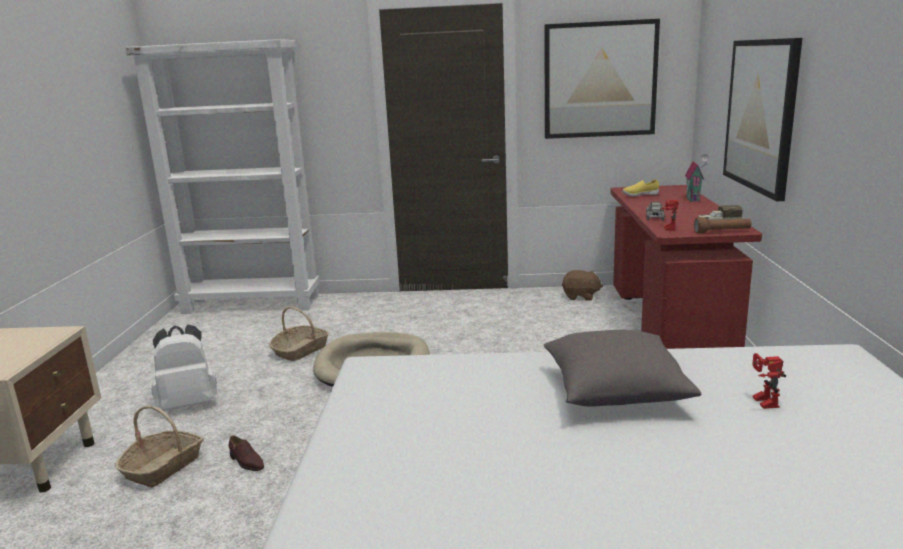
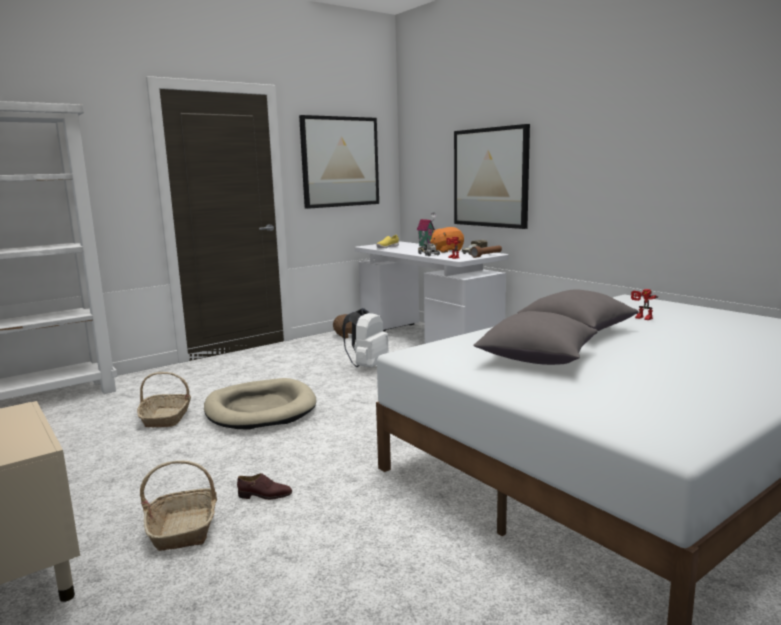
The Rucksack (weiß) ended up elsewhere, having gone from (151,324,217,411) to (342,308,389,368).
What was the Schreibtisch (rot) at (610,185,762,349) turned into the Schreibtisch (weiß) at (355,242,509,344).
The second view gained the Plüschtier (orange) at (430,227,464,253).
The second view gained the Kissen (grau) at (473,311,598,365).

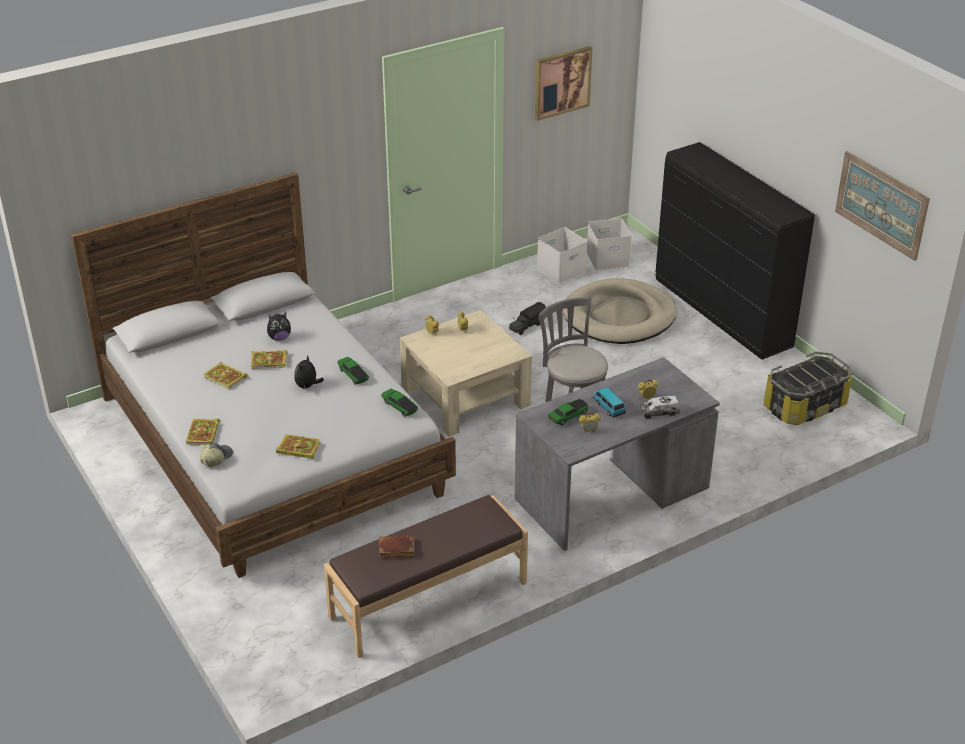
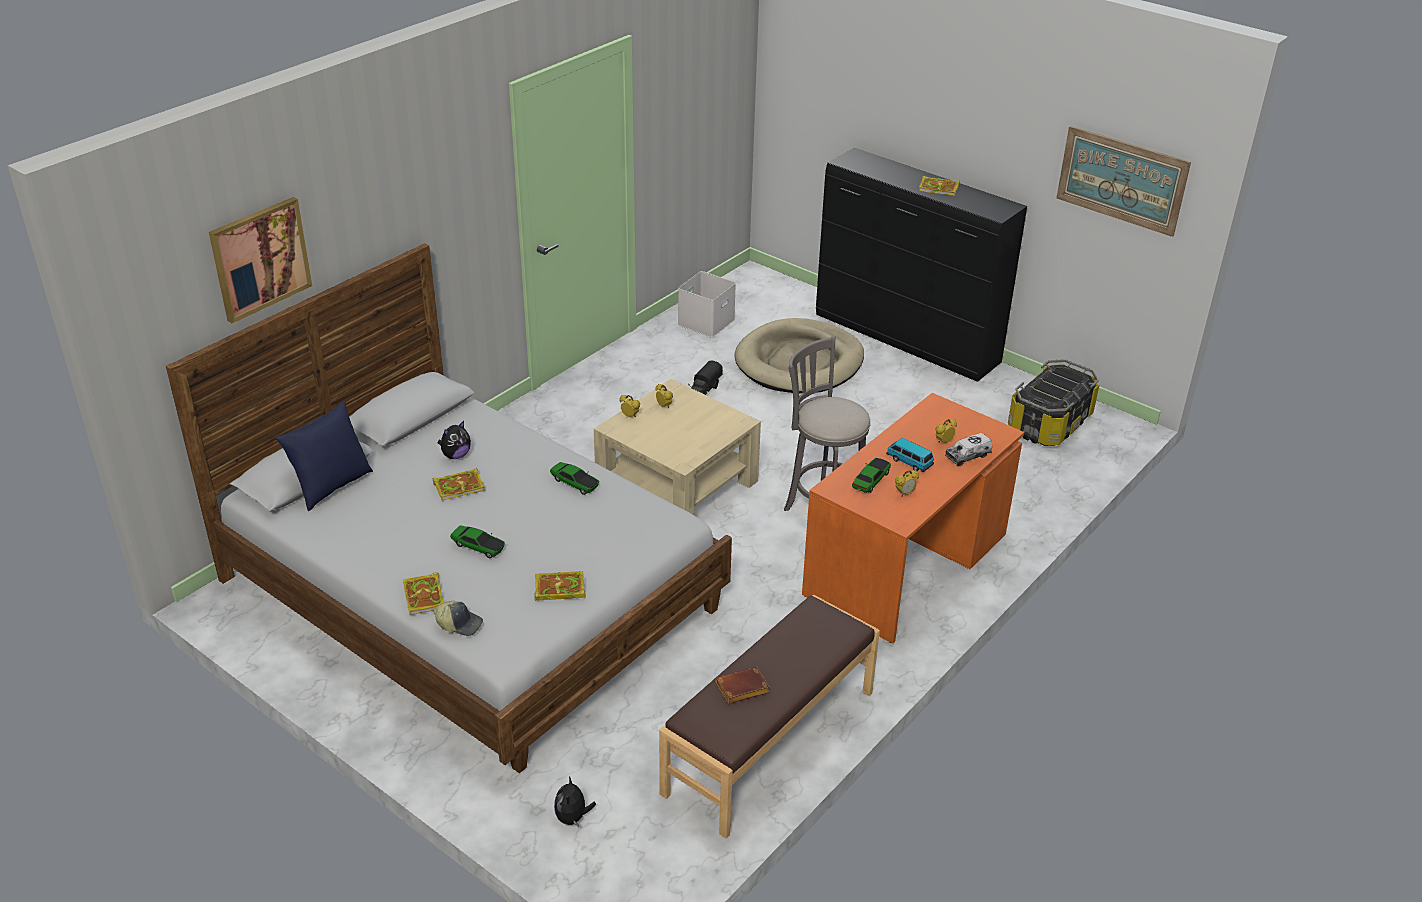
The Kappe at (200,443,233,467) ended up facing another way, 90 degrees clockwise from before.
The Buch ended up elsewhere, having gone from (204,362,247,389) to (919,176,960,196).
The Plüschtier ended up elsewhere, having gone from (294,355,324,389) to (554,776,596,827).
The Spielzeugauto ended up elsewhere, having gone from (381,389,418,417) to (450,525,505,558).
What was the Schreibtisch (grau) at (515,357,720,551) turned into the Schreibtisch (orange) at (802,393,1024,644).
The Bild ended up elsewhere, having gone from (535,46,592,121) to (209,197,312,323).
The second view lost the Aufbewahrungsbox (weiß) at (587,218,632,271).
The second view gained the Kissen (blau) at (276,401,373,511).

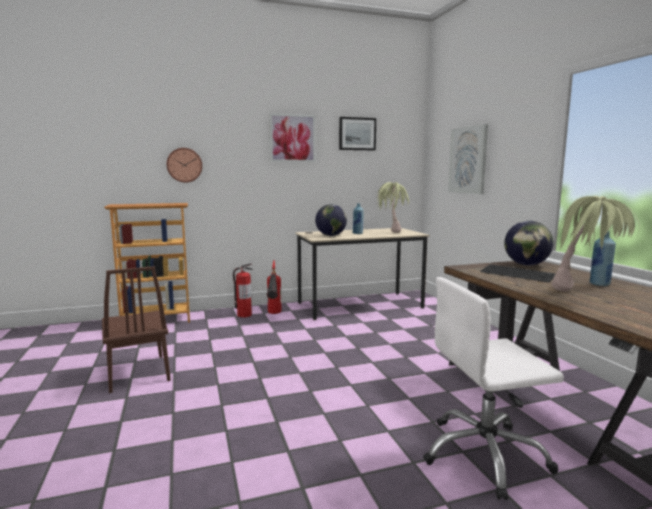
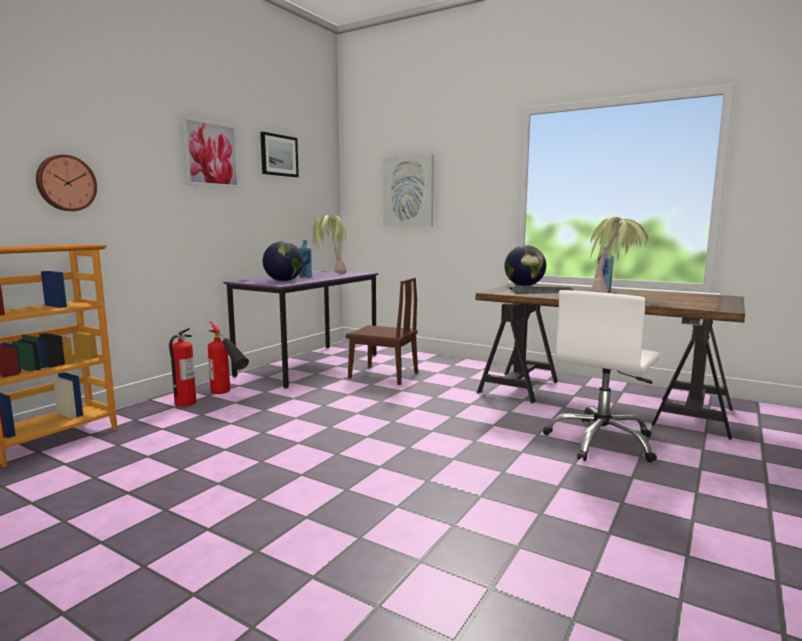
The Stuhl (braun) ended up elsewhere, having gone from (102,266,171,393) to (346,278,418,385).
What was the Schreibtisch (beige) at (295,228,430,320) turned into the Schreibtisch (lila) at (224,270,378,389).

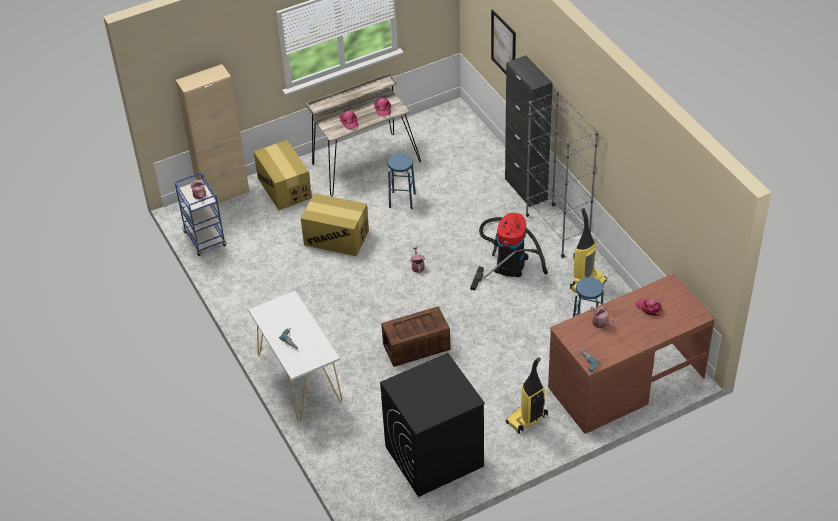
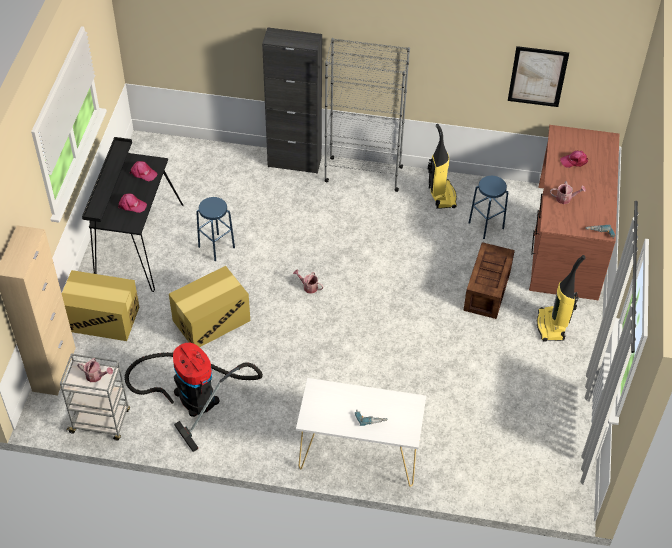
What was the Rollwagen (blau) at (174,172,226,256) turned into the Rollwagen (grau) at (60,354,130,441).
What was the Schreibtisch (beige) at (306,73,421,196) turned into the Schreibtisch (schwarz) at (82,137,184,292).
The second view lost the Waschmaschine (schwarz) at (380,353,485,497).
The Kiste ended up elsewhere, having gone from (381,306,451,367) to (463,242,515,319).
The Staubsauger ended up elsewhere, having gone from (470,213,548,290) to (124,343,263,452).
The Bild ended up elsewhere, having gone from (491,9,516,74) to (508,46,569,107).

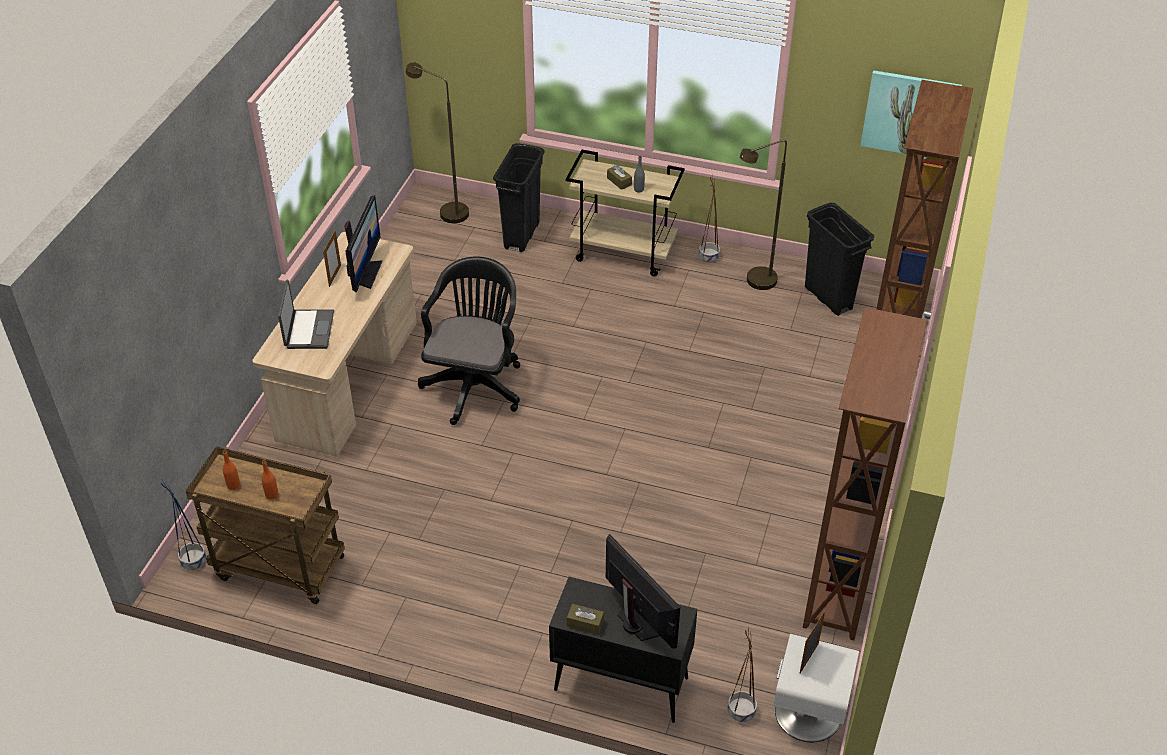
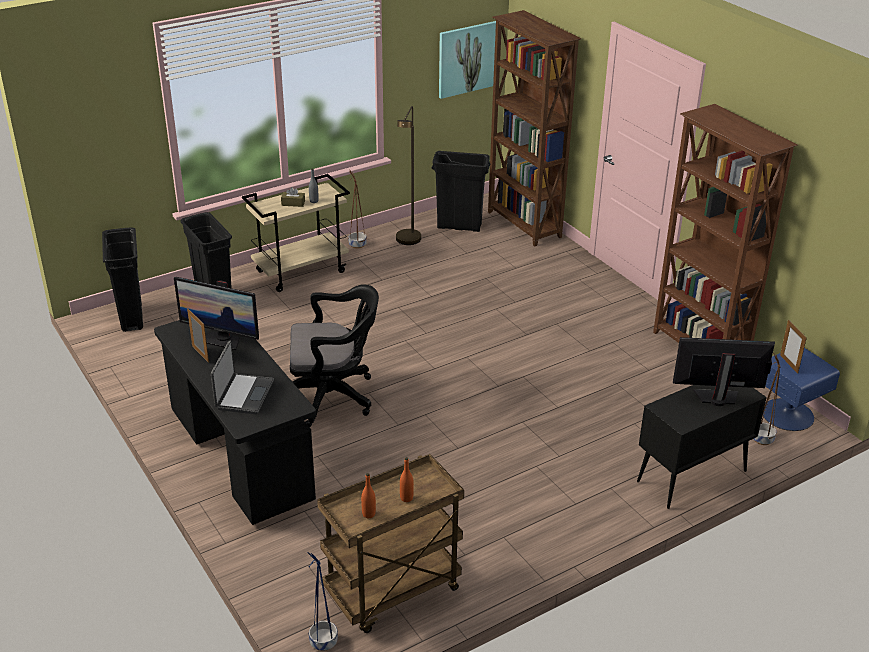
What was the Schreibtisch (beige) at (252,232,417,456) turned into the Schreibtisch (schwarz) at (154,320,316,525).
The Laptop at (278,280,334,349) ended up facing another way, 60 degrees clockwise from before.
The Monitor at (344,195,382,292) ended up facing another way, 150 degrees clockwise from before.
Where the Stehlampe (braun) stood at (406,62,469,223), the Mülleimer (schwarz) came to stand at (102,227,143,332).
The Bürostuhl (schwarz) at (418,257,520,425) ended up facing another way, 120 degrees clockwise from before.
The second view lost the Taschentuchbox (braun) at (567,604,604,634).
What was the Nachttisch (weiß) at (773,634,859,742) turned into the Nachttisch (blau) at (763,348,840,431).

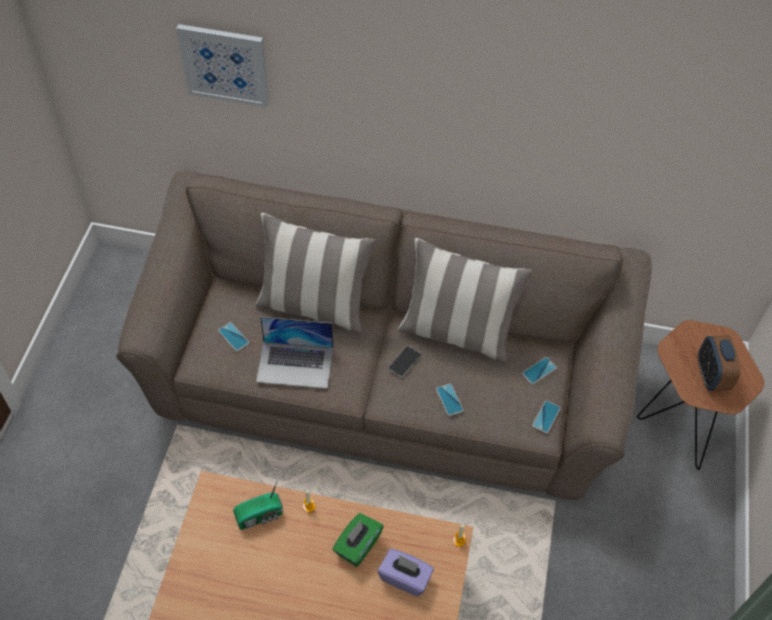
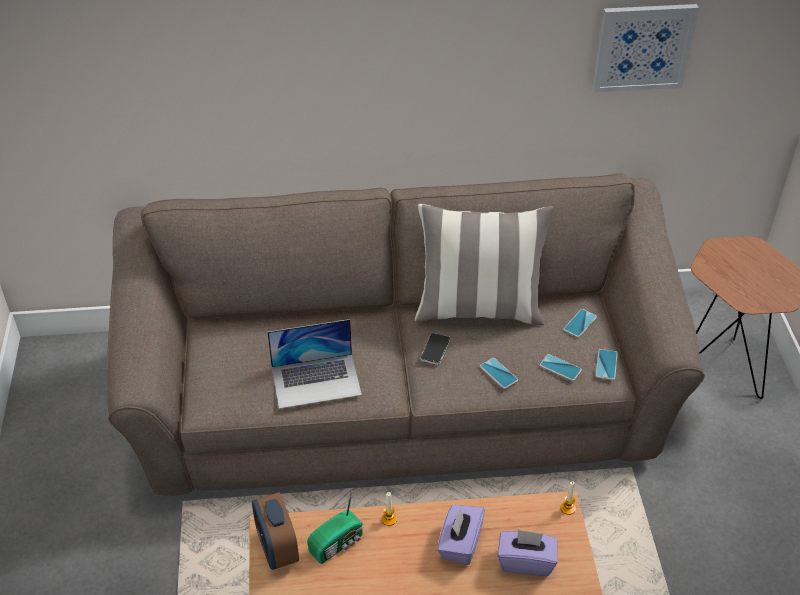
The Bild ended up elsewhere, having gone from (176,24,269,108) to (592,4,699,93).
The Handy ended up elsewhere, having gone from (218,322,249,351) to (540,354,582,381).
The second view lost the Kissen at (255,213,376,334).
What was the Taschentuchbox (grün) at (333,513,384,567) turned into the Taschentuchbox (lila) at (437,505,485,565).
The Wecker ended up elsewhere, having gone from (698,335,741,391) to (252,492,299,570).

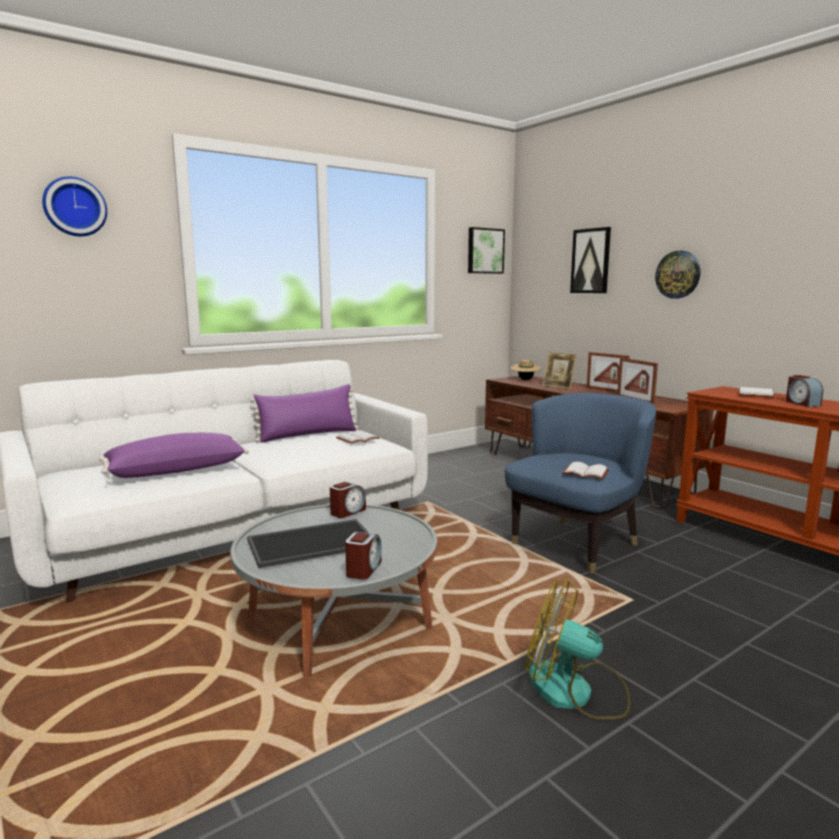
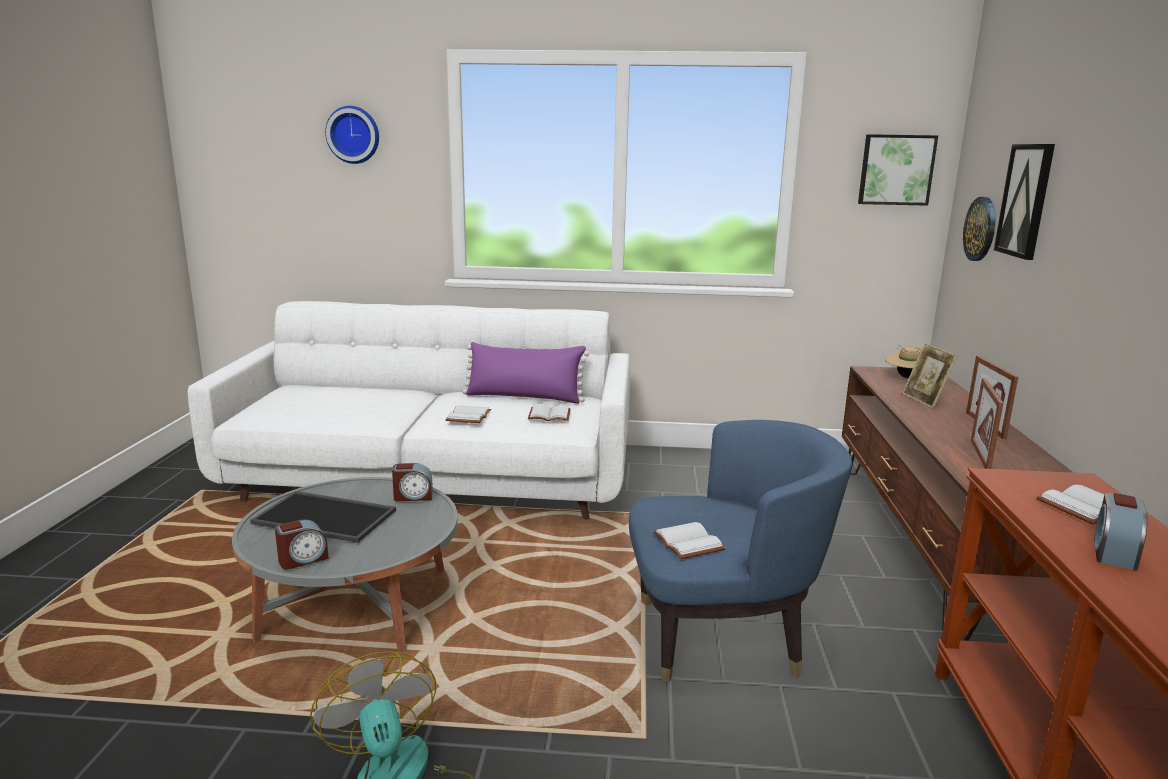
The second view lost the Kissen (lila) at (99,433,249,478).
The Wanduhr ended up elsewhere, having gone from (655,251,700,299) to (963,197,996,261).
The second view gained the Buch (weiß) at (446,405,491,423).

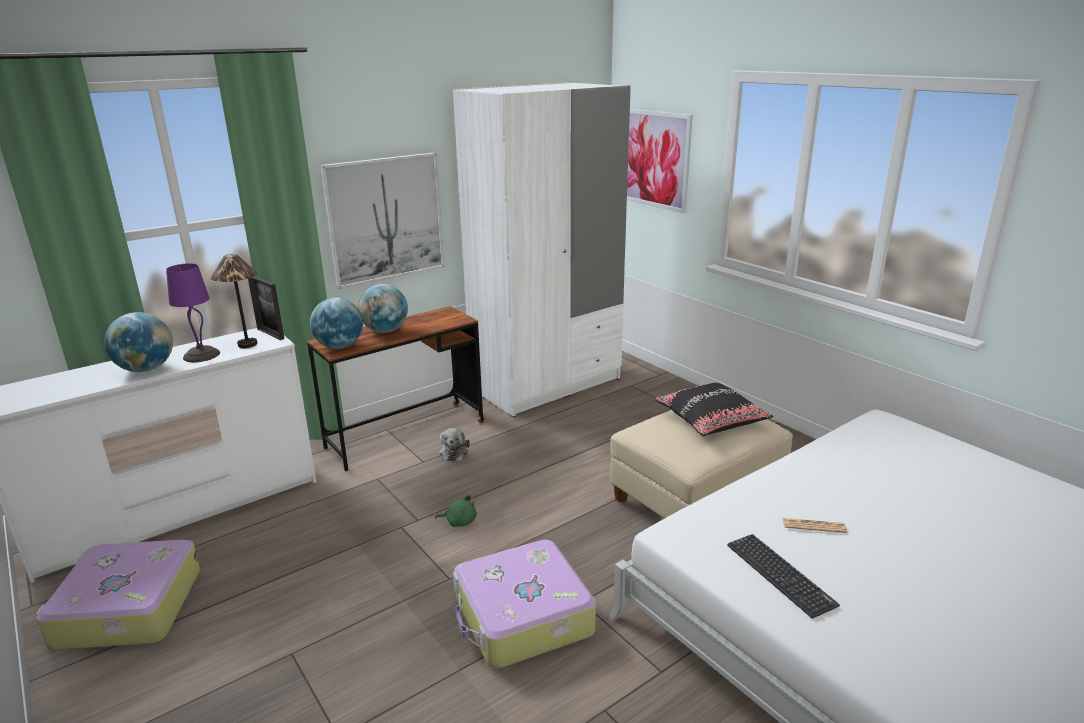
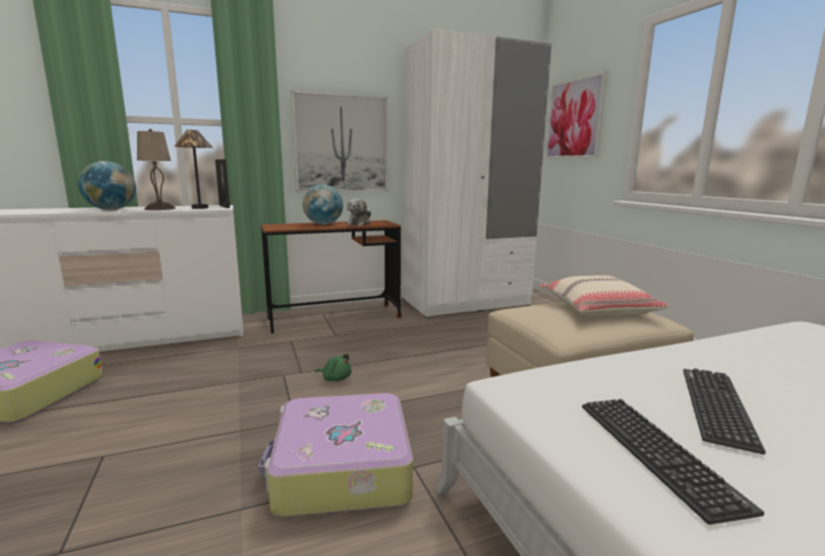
What was the Tischlampe (lila) at (166,263,220,362) turned into the Tischlampe (beige) at (137,129,176,210).
The second view lost the Globus at (310,297,363,349).
The Plüschtier ended up elsewhere, having gone from (439,428,470,461) to (347,198,371,226).
What was the Kissen (schwarz) at (655,383,773,436) turned into the Kissen (beige) at (540,275,670,316).
Where the Zeitung stood at (783,518,847,533), the Tastatur came to stand at (683,368,766,454).

